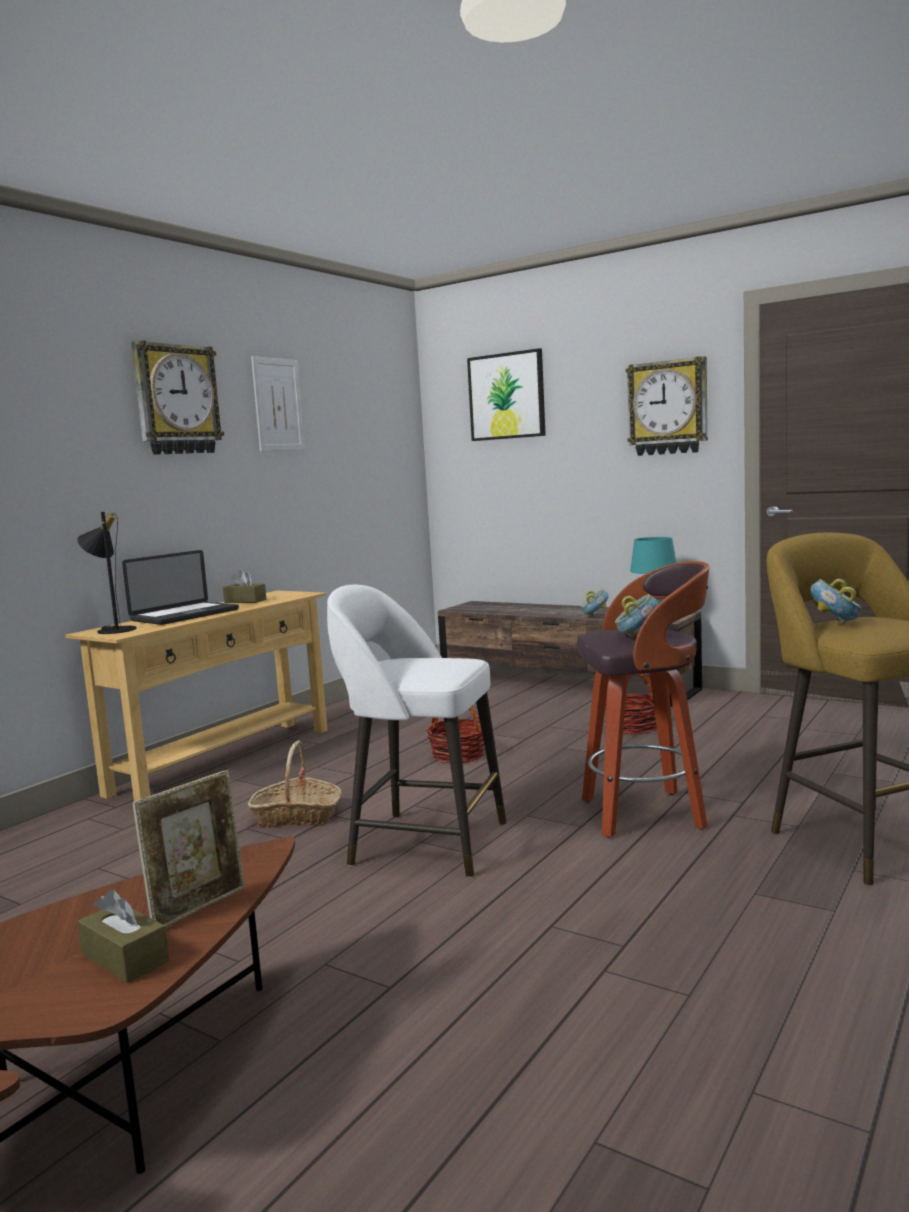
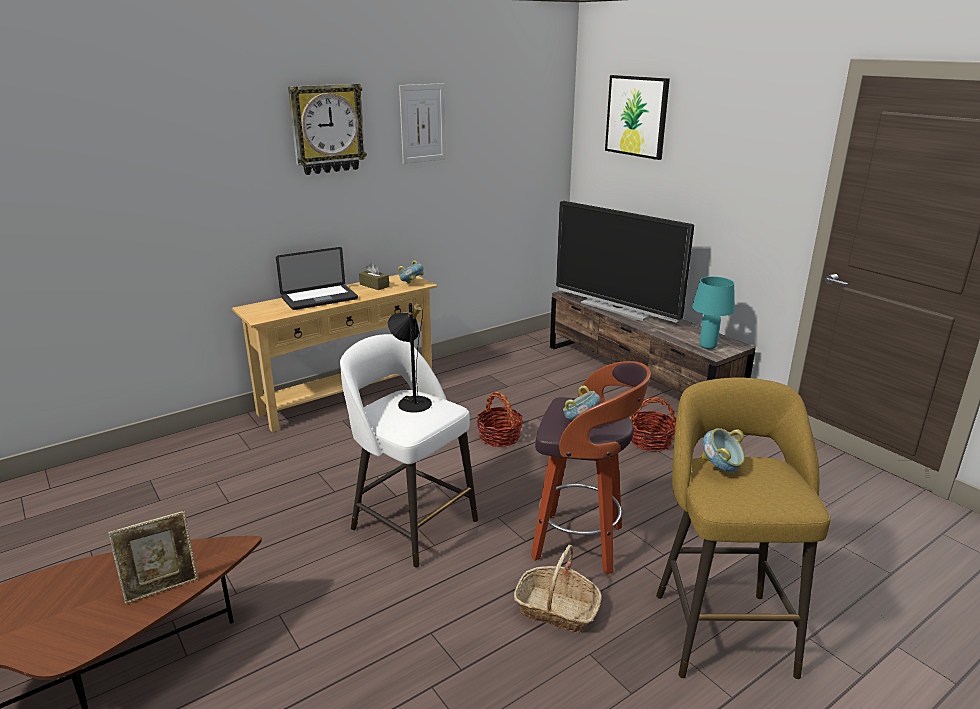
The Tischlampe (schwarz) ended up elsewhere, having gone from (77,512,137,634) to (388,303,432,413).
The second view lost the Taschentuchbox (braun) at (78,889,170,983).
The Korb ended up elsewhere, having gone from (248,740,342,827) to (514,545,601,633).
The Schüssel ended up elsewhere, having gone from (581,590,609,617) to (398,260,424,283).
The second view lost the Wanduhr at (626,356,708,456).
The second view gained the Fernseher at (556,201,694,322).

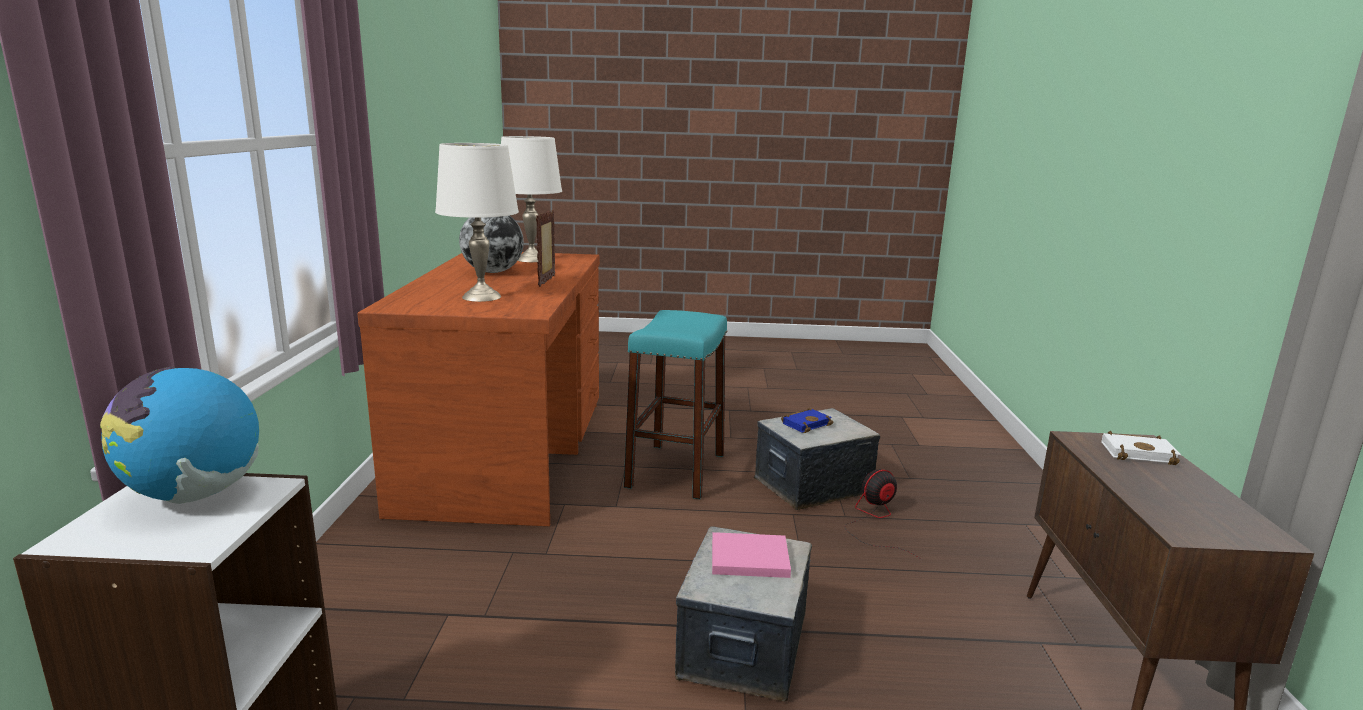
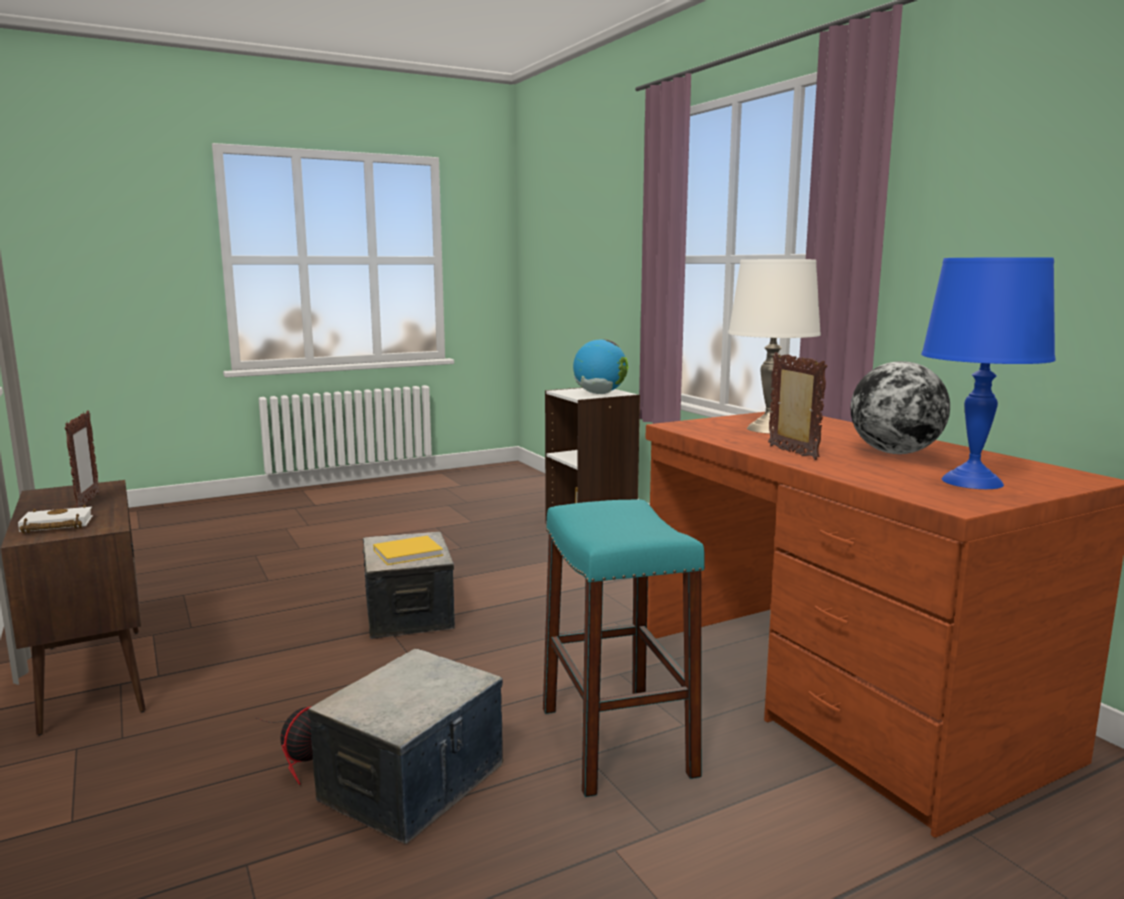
What was the Tischlampe (weiß) at (501,136,562,262) turned into the Tischlampe (blau) at (921,257,1056,489).
What was the Buch (rosa) at (712,532,791,578) turned into the Buch (gelb) at (373,536,443,565).
The second view lost the Buch (blau) at (781,408,834,433).
The second view gained the Bilderrahmen at (65,411,100,508).

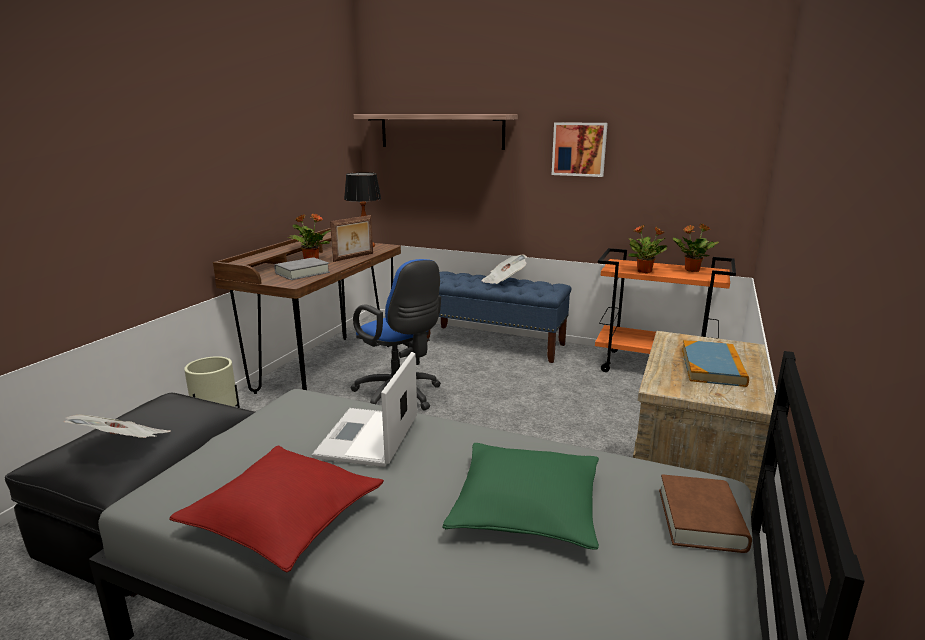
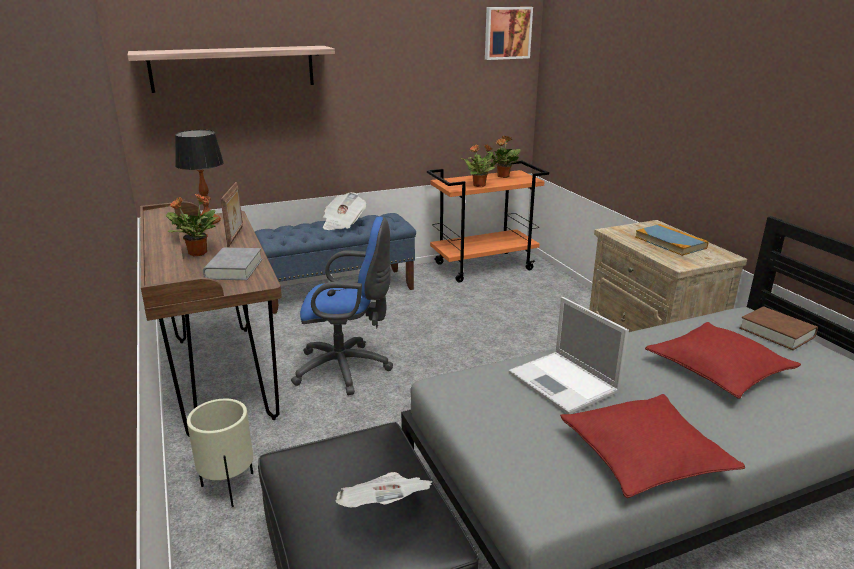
What was the Kissen (grün) at (442,443,599,550) turned into the Kissen (rot) at (645,322,801,399).
The Bild ended up elsewhere, having gone from (552,122,608,177) to (485,7,533,60).

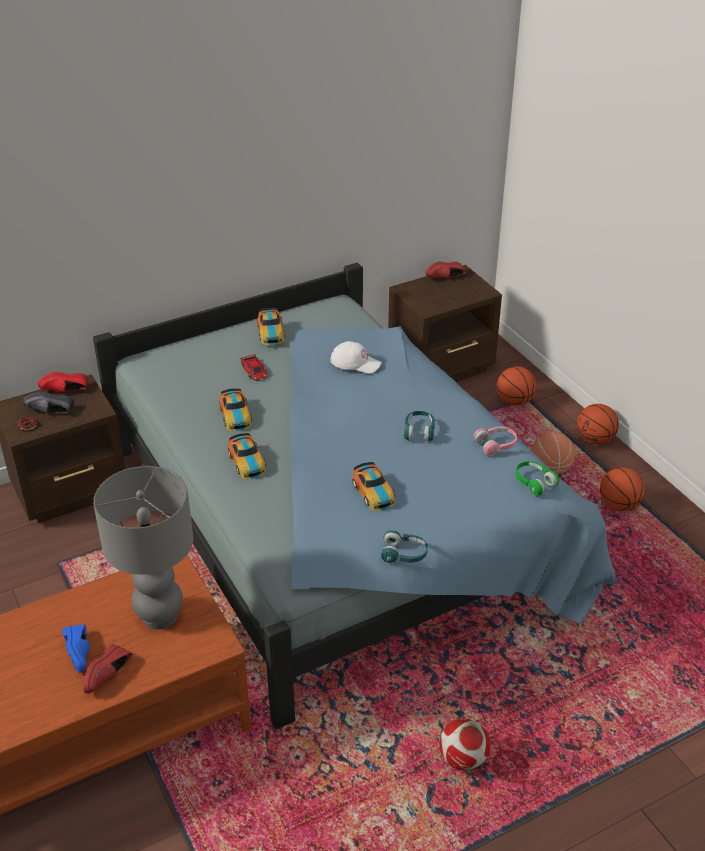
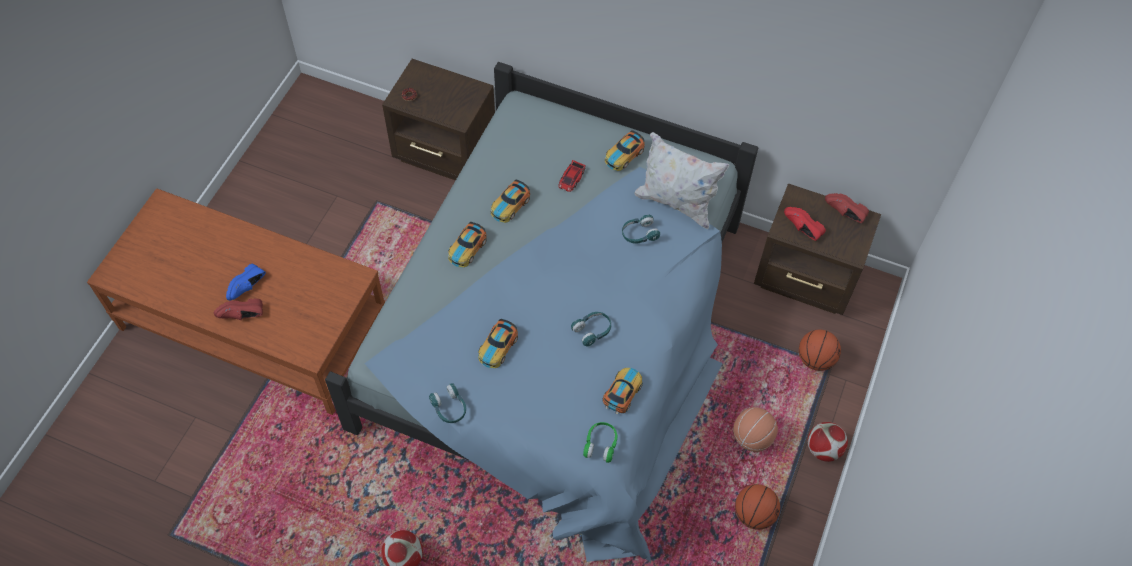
The second view lost the Schuh (schwarz) at (23,391,74,413).
The Schuh (rot) ended up elsewhere, having gone from (38,372,87,392) to (784,207,826,241).
The second view lost the Tischlampe (grau) at (93,466,193,629).
Where the Kappe (weiß) stood at (330,341,382,373), the Kopfhörer (türkis) came to stand at (622,215,660,244).
Where the Kopfhörer (rosa) stood at (474,426,517,456), the Spielzeugauto came to stand at (603,368,643,414).
Where the Basketball stood at (577,404,619,445), the Fußball came to stand at (807,422,848,462).
The second view gained the Kissen (weiß) at (634,132,729,229).

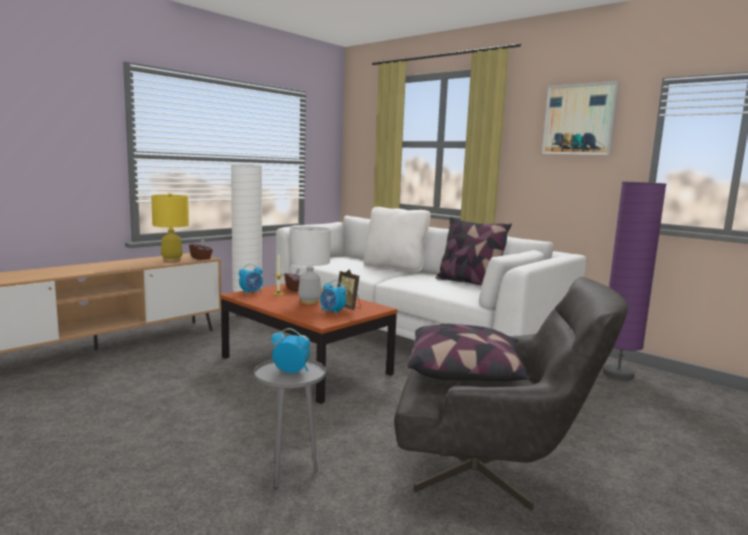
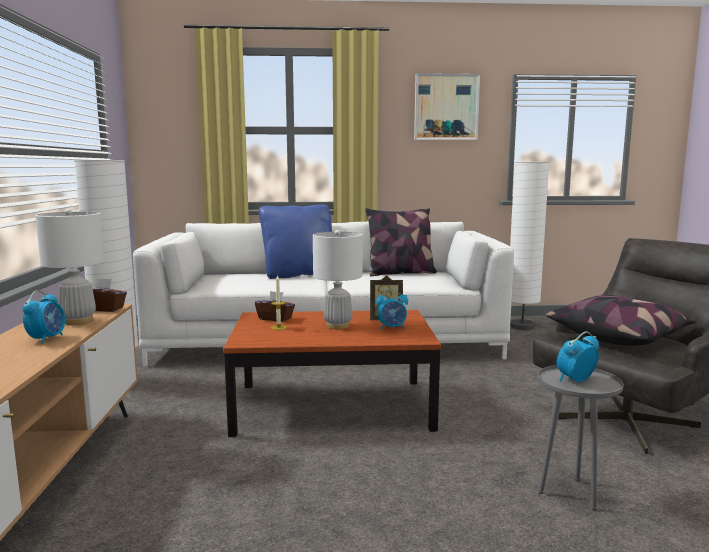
What was the Tischlampe (gelb) at (151,193,189,262) turned into the Tischlampe (weiß) at (35,209,104,325).
The Wecker ended up elsewhere, having gone from (239,264,263,295) to (23,290,65,344).
What was the Kissen (weiß) at (363,207,430,272) turned into the Kissen (blau) at (259,204,332,279).
What was the Stehlampe (lila) at (603,182,666,381) turned into the Stehlampe (weiß) at (510,162,549,330).

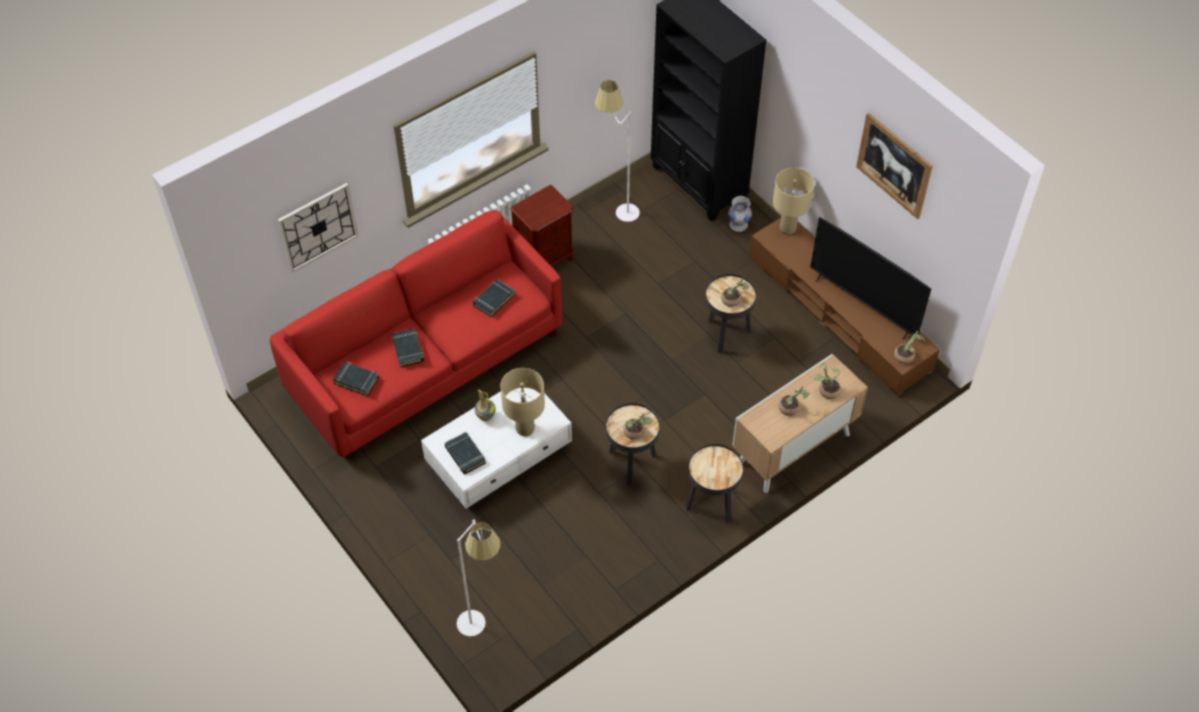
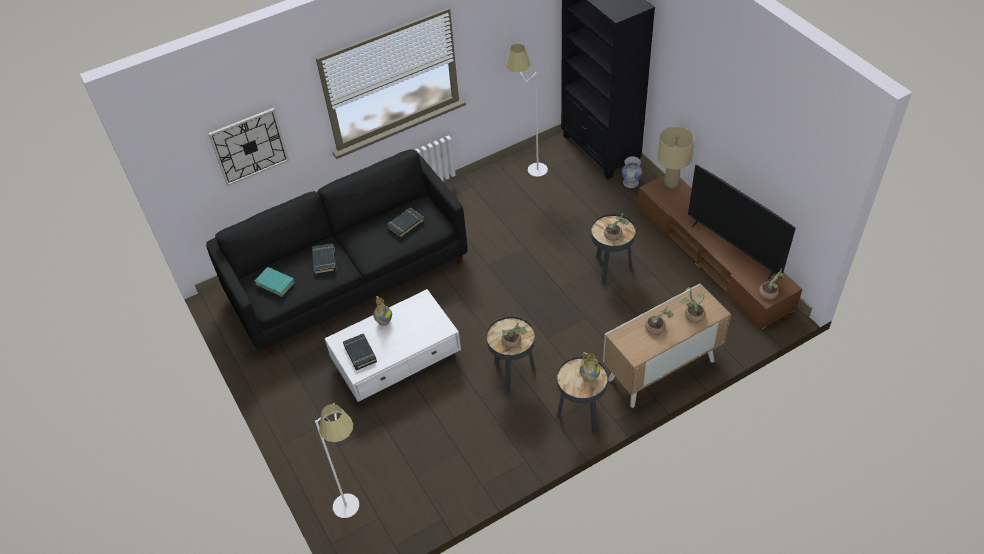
What was the Sofa (rot) at (270,210,562,461) turned into the Sofa (schwarz) at (206,149,468,355).
What was the Buch (schwarz) at (333,362,379,396) turned into the Buch (türkis) at (254,267,295,297).
The second view lost the Tischlampe (beige) at (500,368,545,436).
The second view lost the Nachttisch (braun) at (510,185,575,267).
The second view lost the Bild at (856,113,933,219).
The second view gained the Vase at (580,352,600,382).

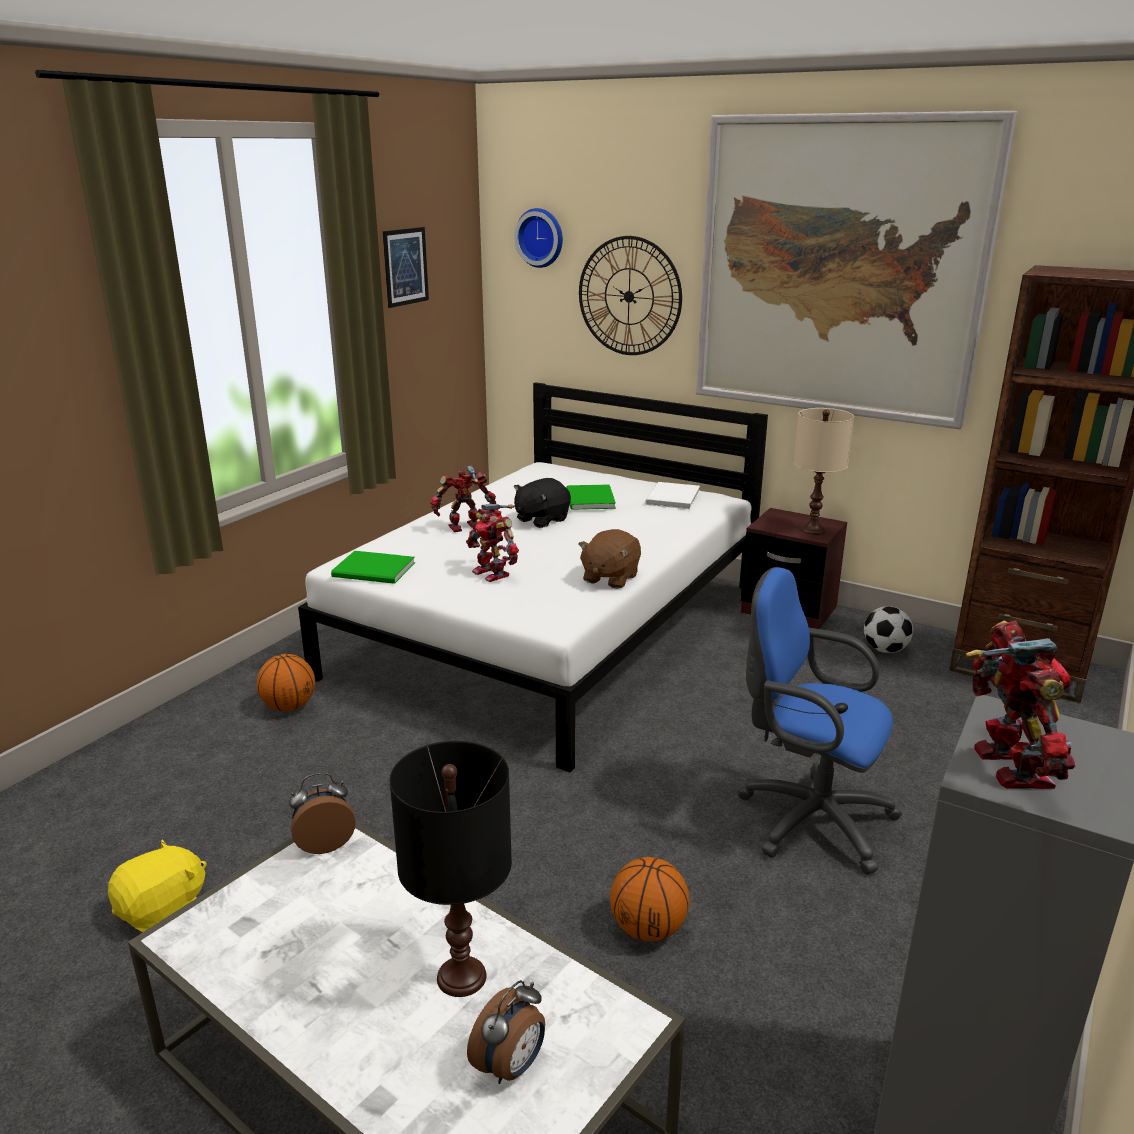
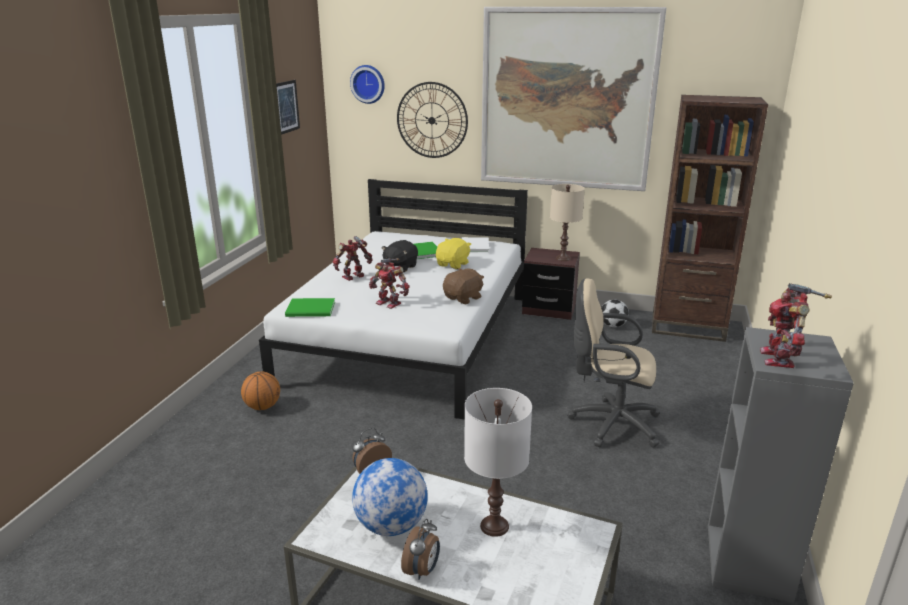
The Plüschtier (gelb) ended up elsewhere, having gone from (108,839,207,932) to (436,238,471,269).
What was the Tischlampe (schwarz) at (390,741,512,997) turned into the Tischlampe (weiß) at (464,388,532,537).
The Wecker ended up elsewhere, having gone from (467,980,545,1084) to (401,519,440,580).
The Plüschtier (braun) at (578,529,641,589) ended up facing another way, 150 degrees counterclockwise from before.
The second view lost the Basketball at (610,857,689,942).
What was the Bürostuhl (blau) at (738,567,902,874) turned into the Bürostuhl (beige) at (567,278,660,448).
The Spielzeugroboter at (965,620,1075,789) ended up facing another way, 150 degrees counterclockwise from before.
The second view gained the Globus at (352,458,428,536).

